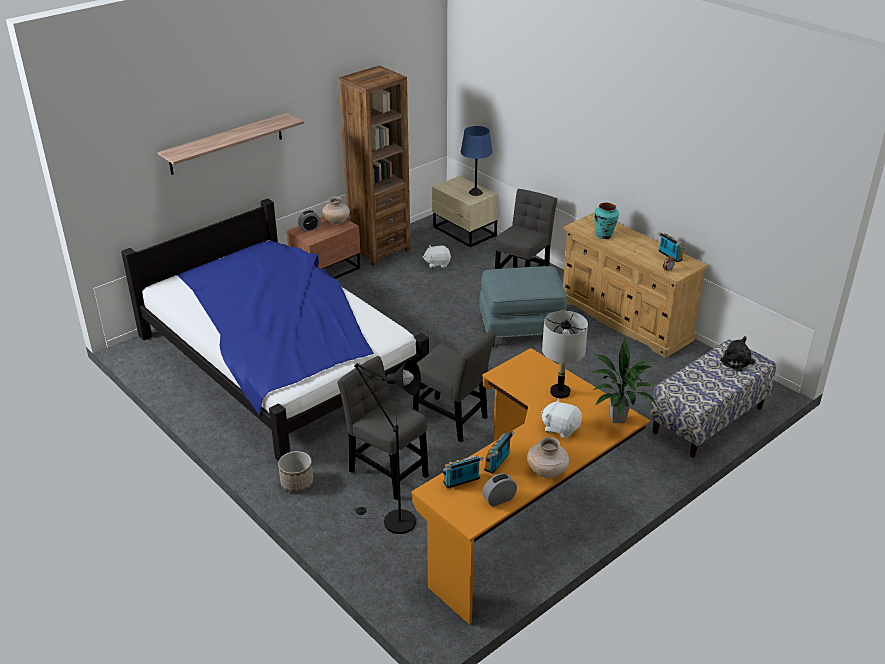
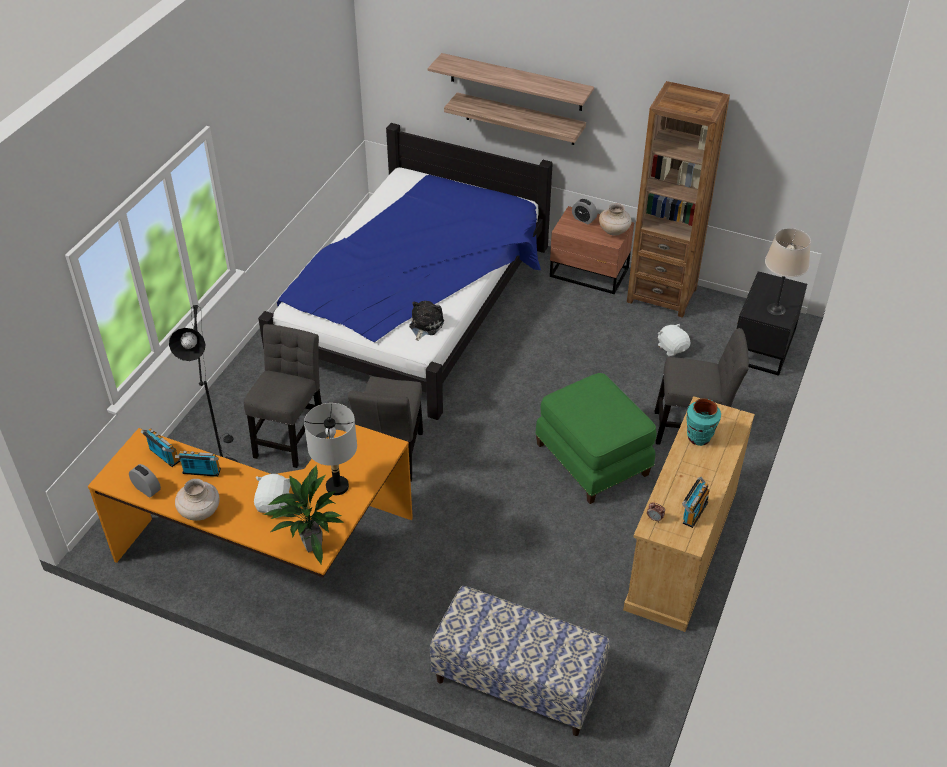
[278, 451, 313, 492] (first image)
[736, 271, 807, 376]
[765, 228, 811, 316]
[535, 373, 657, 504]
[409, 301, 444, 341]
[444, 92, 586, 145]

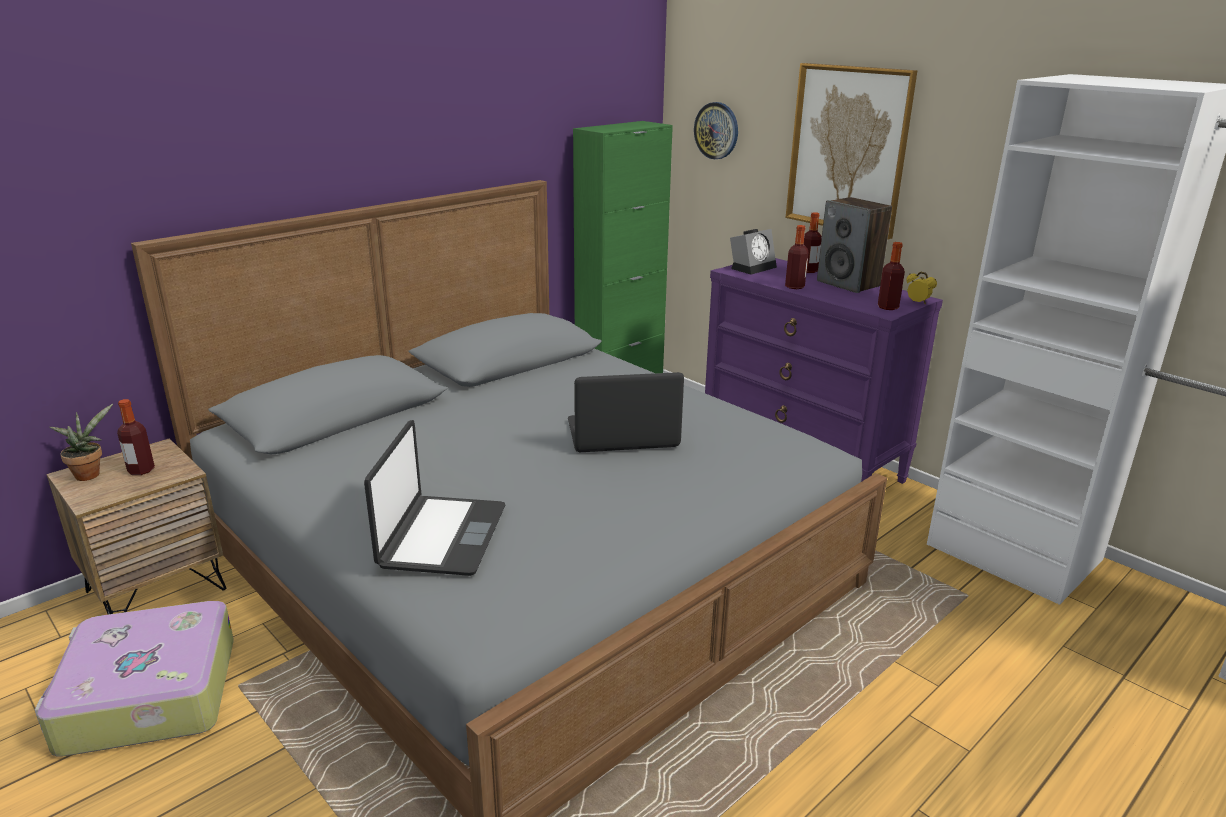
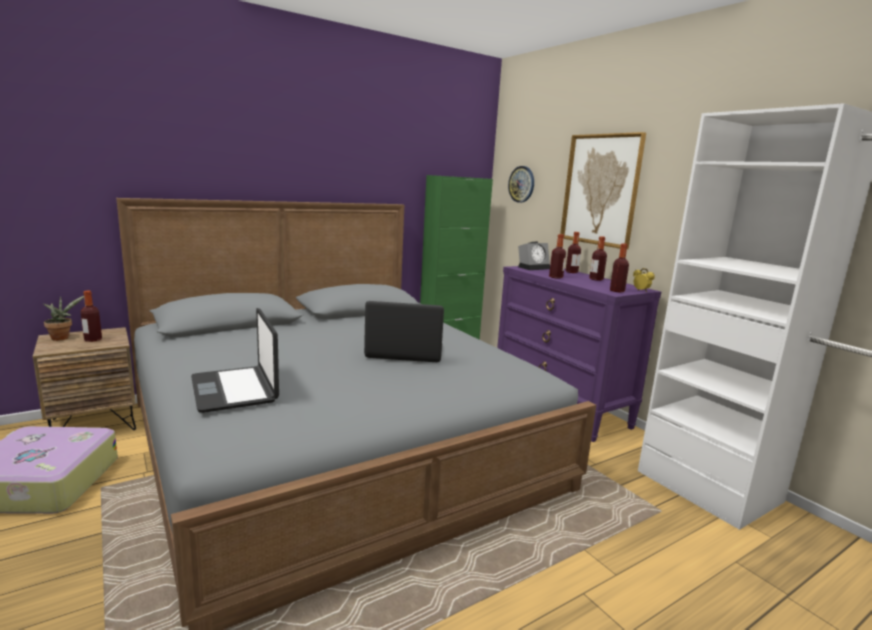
[191, 308, 279, 413]
[589, 236, 607, 281]

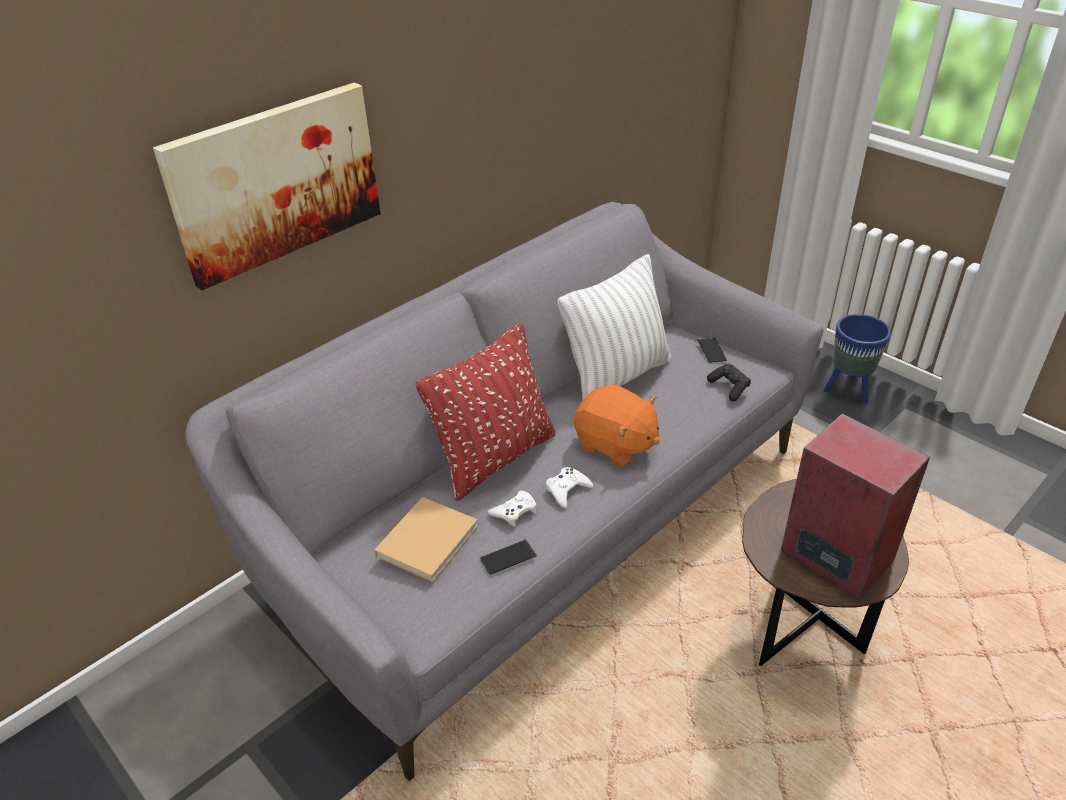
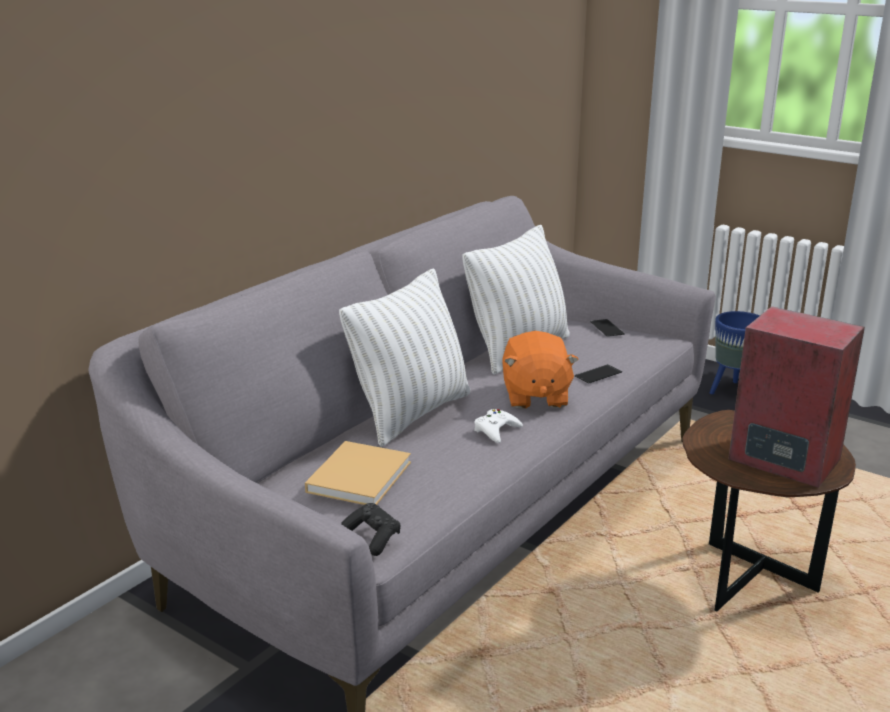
[153, 83, 381, 290] (first image)
[339, 268, 470, 447]
[574, 364, 622, 384]
[488, 491, 536, 526] (first image)
[502, 331, 579, 409]
[341, 503, 401, 556]

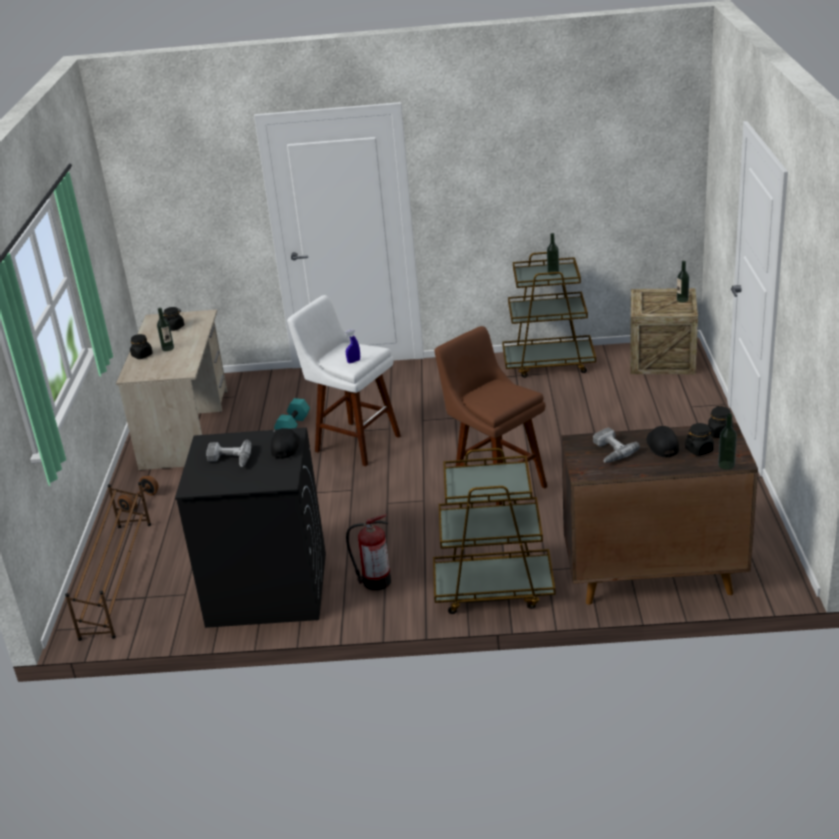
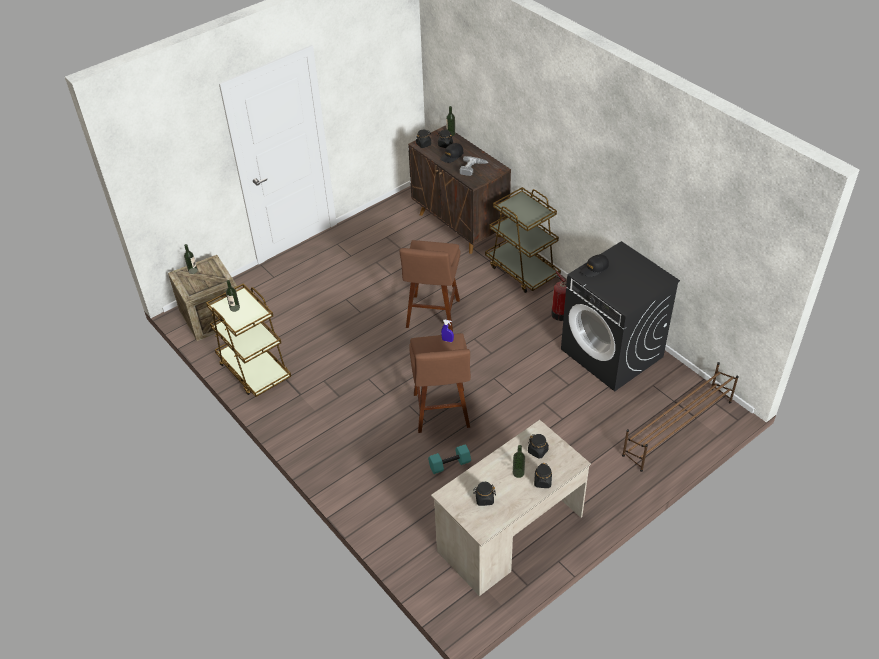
[118, 476, 159, 511] (first image)
[206, 440, 251, 467] (first image)
[409, 333, 471, 433]
[528, 434, 549, 459]

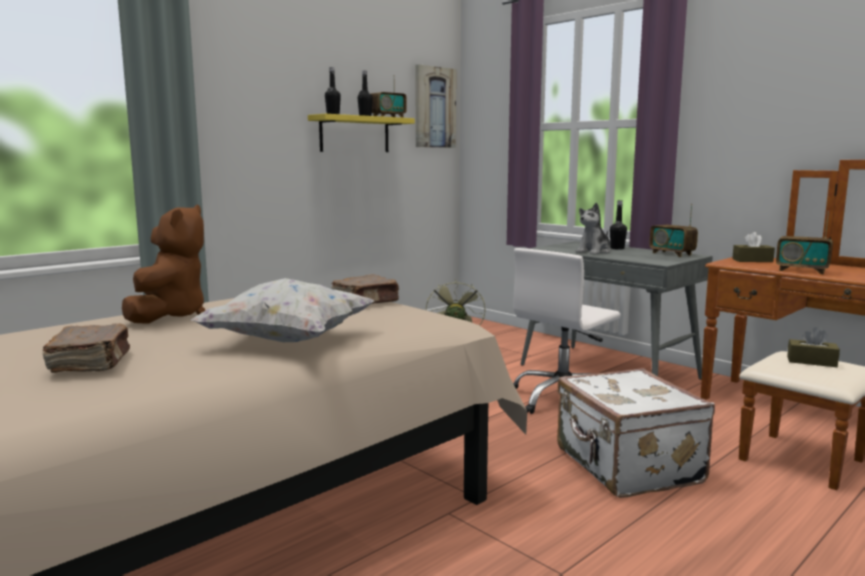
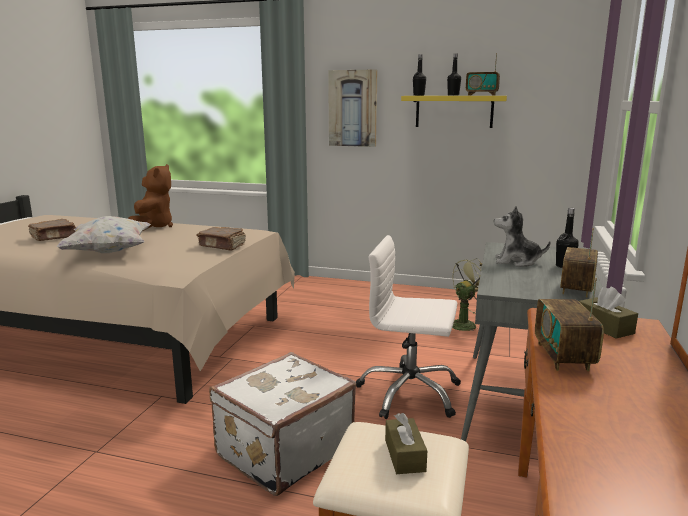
[128, 164, 173, 231]
[328, 69, 377, 147]

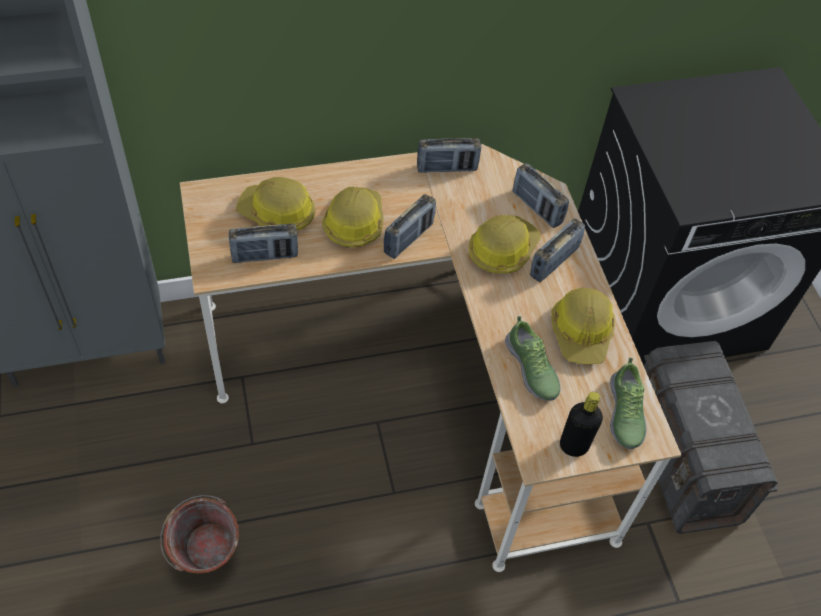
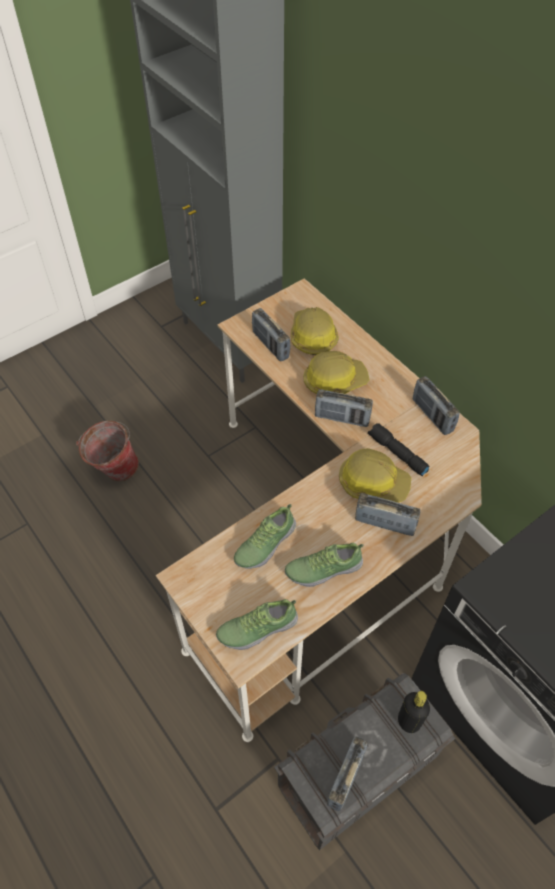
[327, 736, 367, 811]
[285, 543, 363, 587]
[398, 691, 430, 733]
[368, 423, 430, 476]

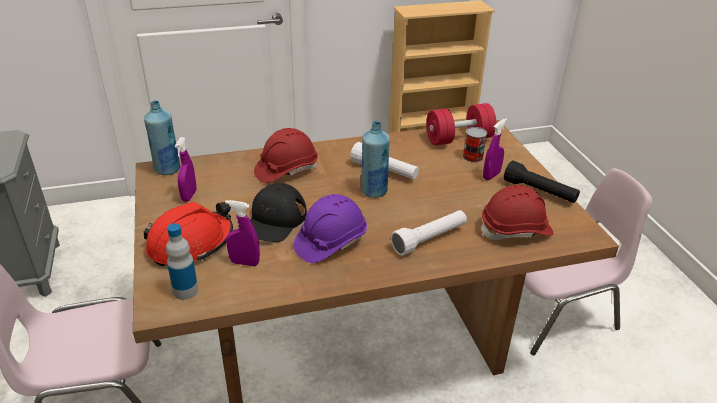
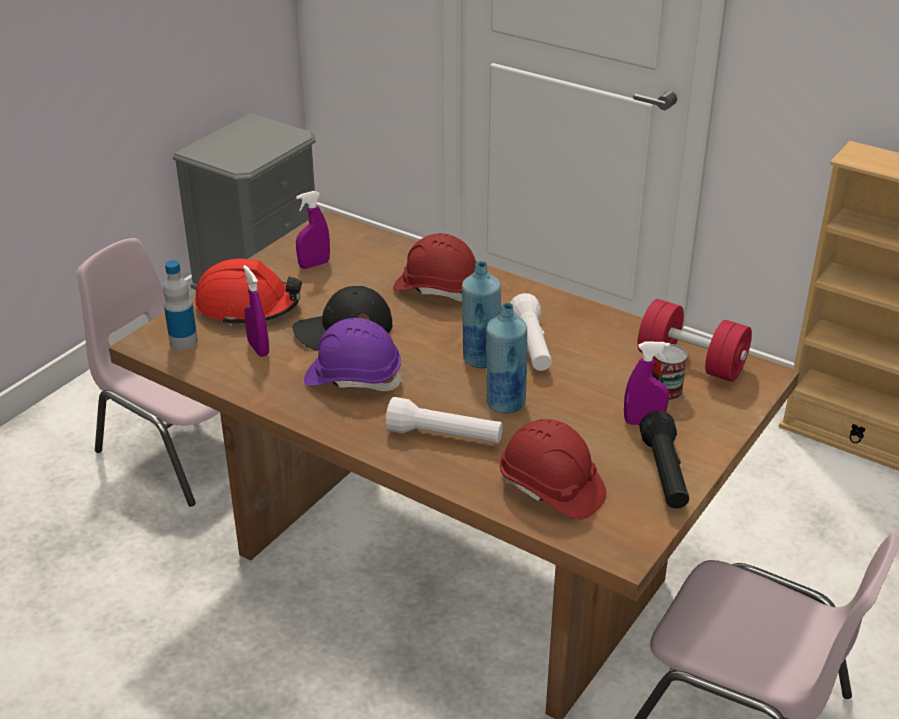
[486, 303, 527, 413]

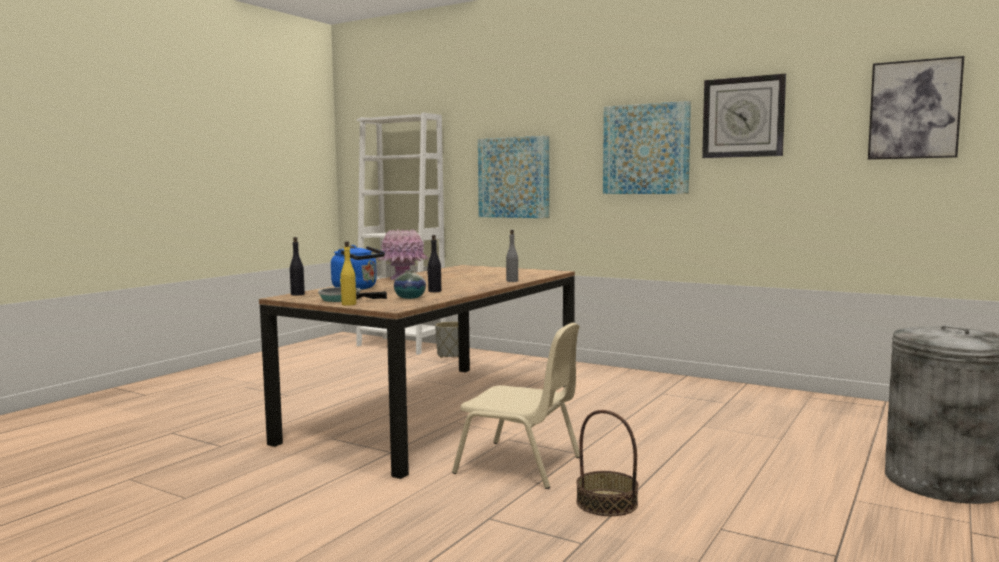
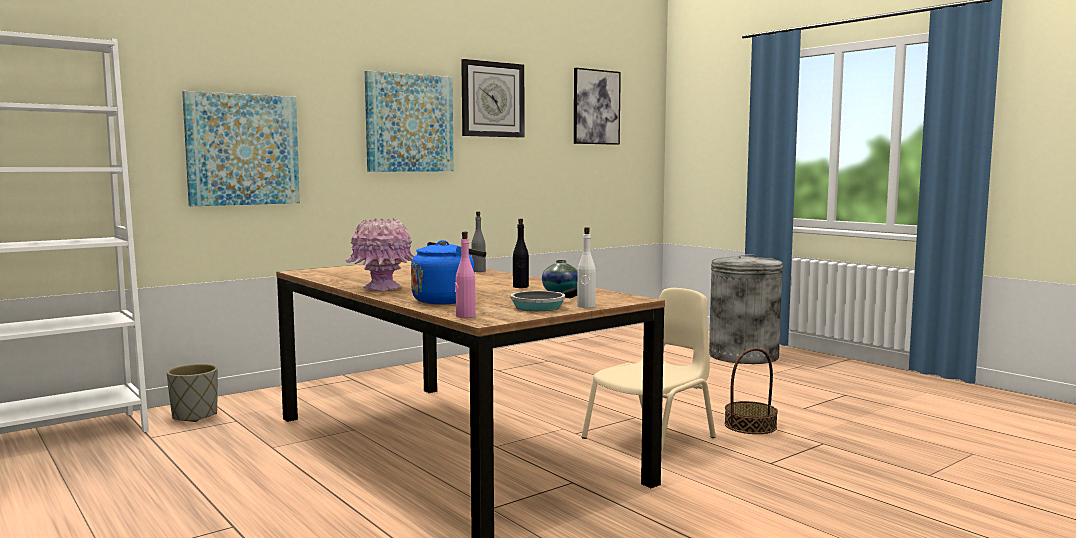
[455, 231, 476, 318]
[577, 227, 596, 308]

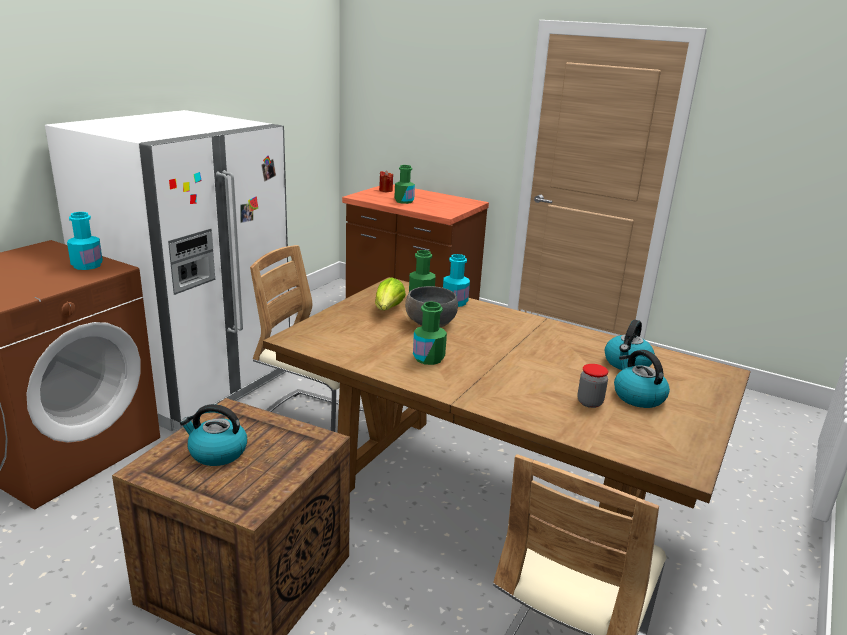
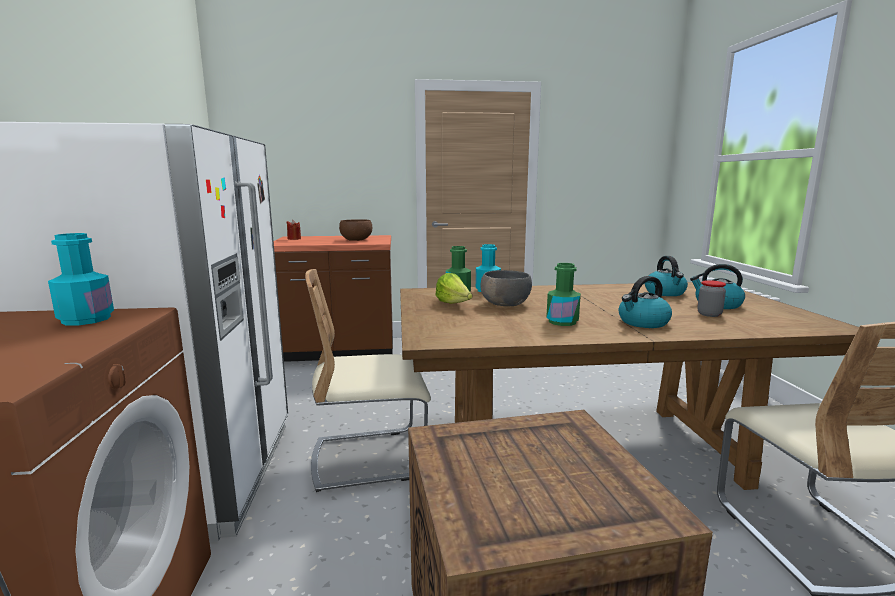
[618, 276, 672, 328]
[394, 165, 415, 204] (first image)
[339, 219, 372, 241]

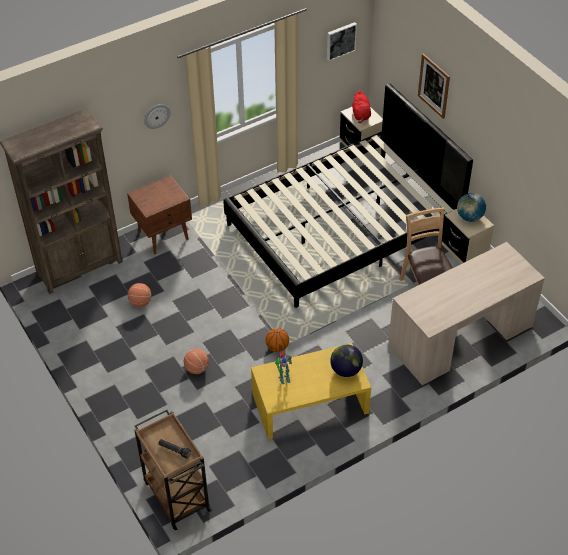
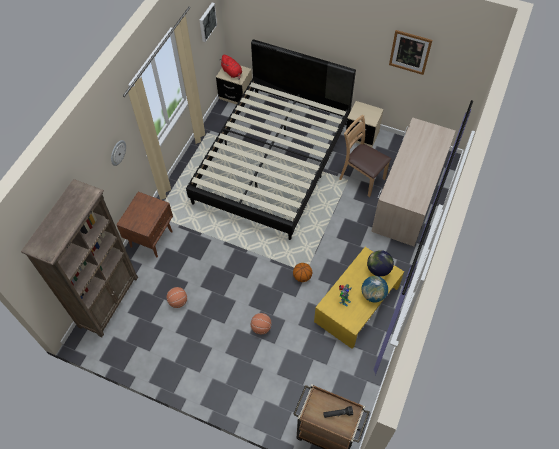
[389, 30, 432, 75]
[362, 276, 388, 303]

